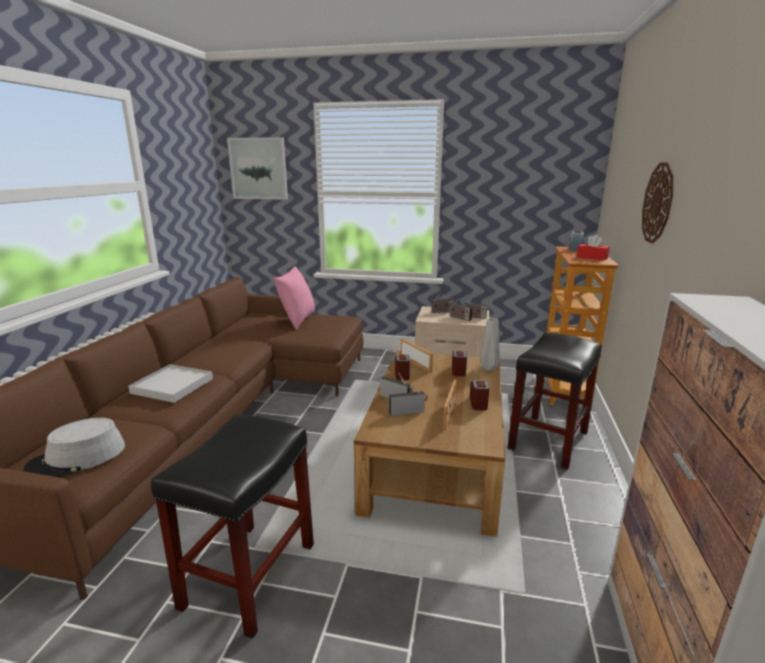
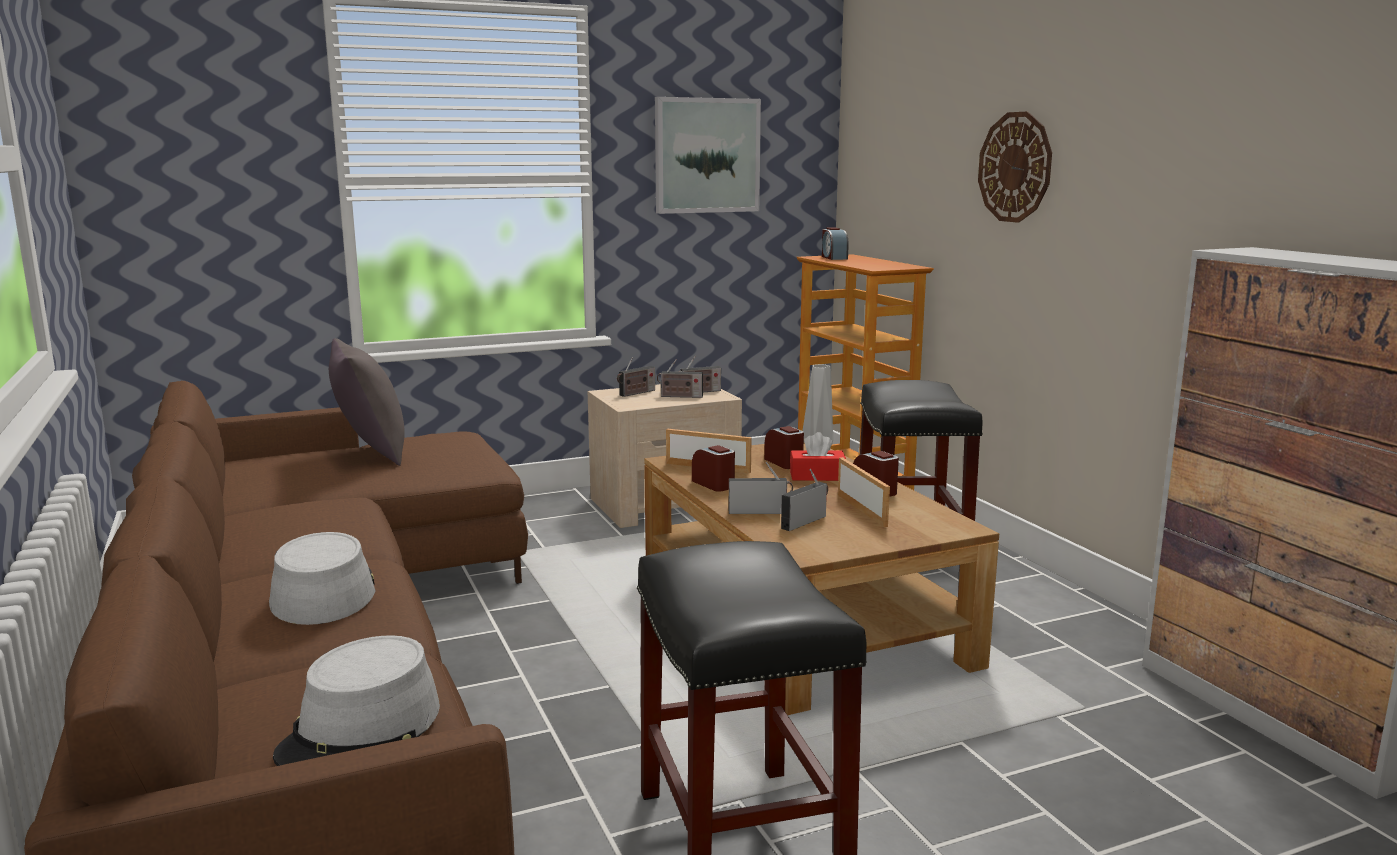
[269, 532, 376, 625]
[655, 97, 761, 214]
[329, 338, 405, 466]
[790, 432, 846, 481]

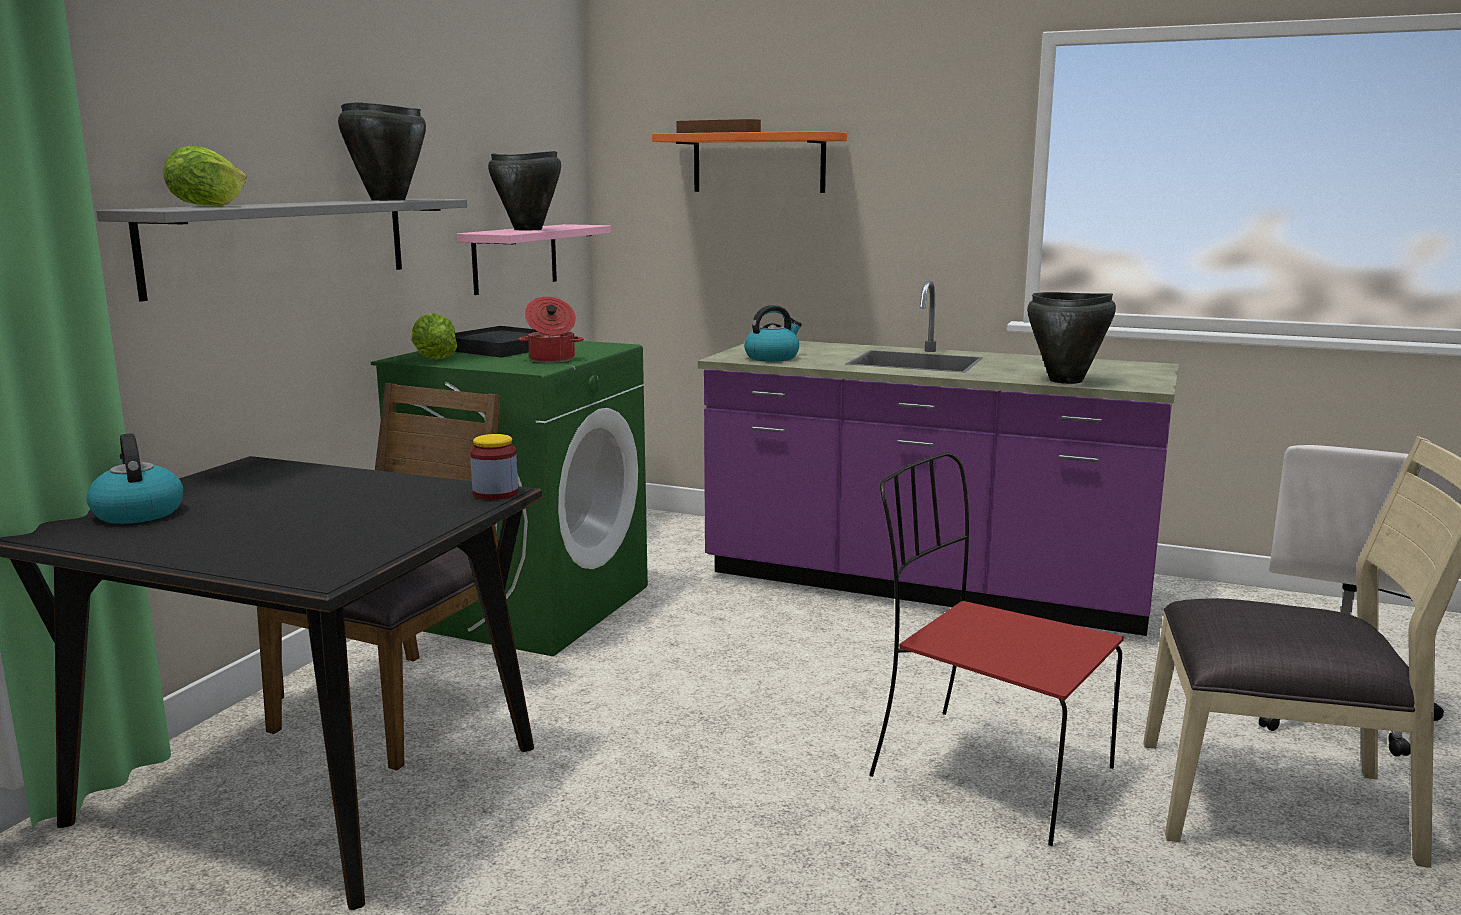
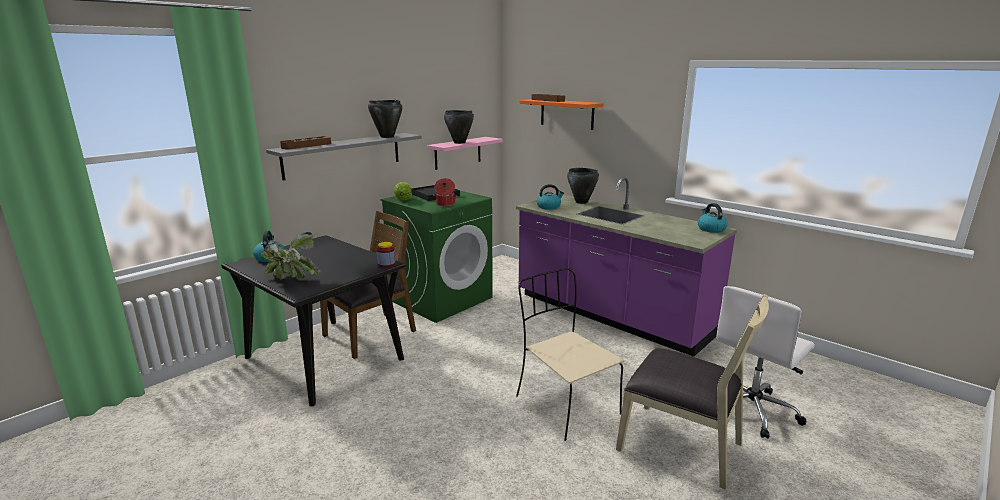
[280, 136, 331, 149]
[516, 268, 624, 441]
[567, 168, 599, 204]
[260, 232, 321, 280]
[698, 203, 728, 233]

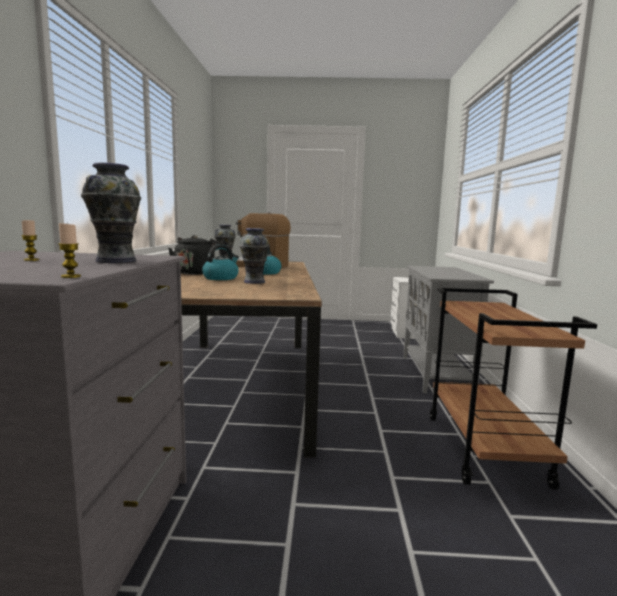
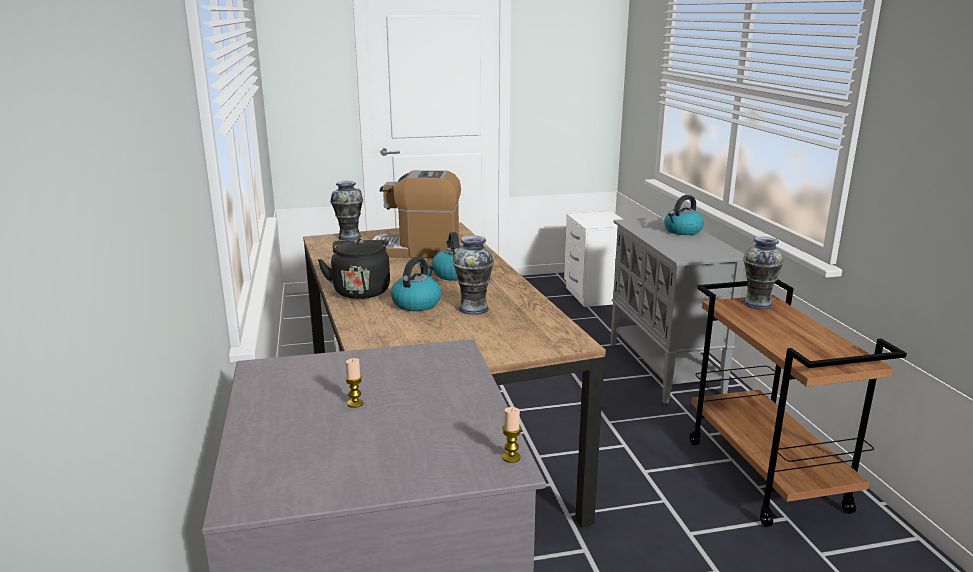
[743, 236, 784, 309]
[664, 195, 704, 235]

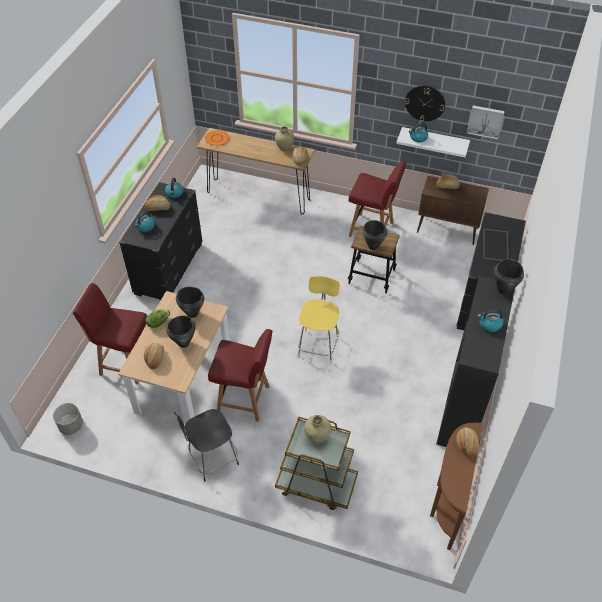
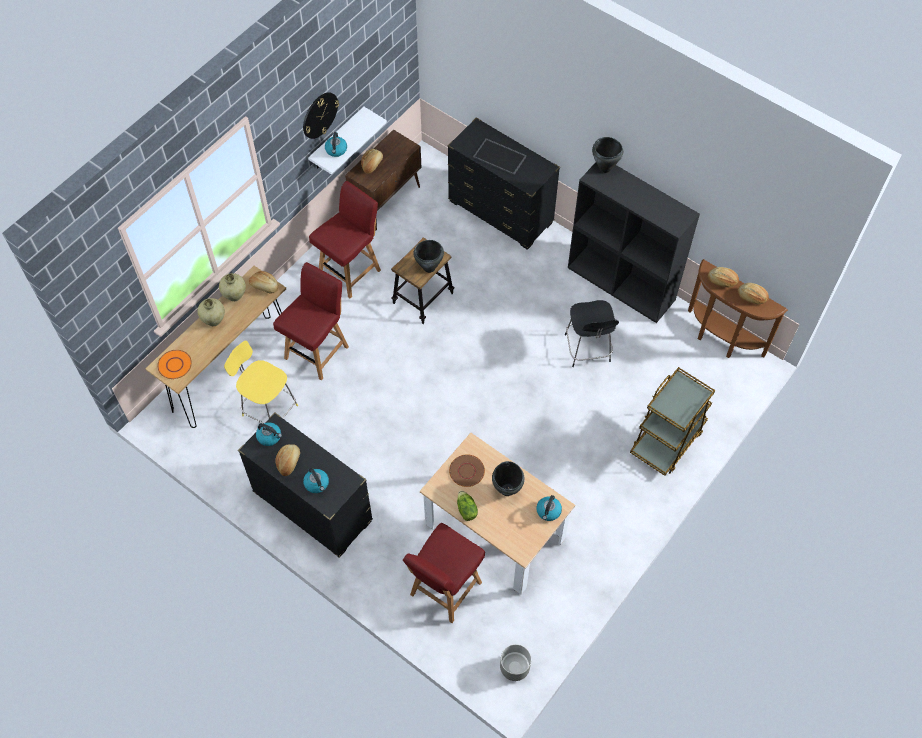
[738, 283, 769, 304]
[565, 300, 619, 367]
[449, 455, 485, 487]
[273, 262, 349, 381]
[224, 341, 298, 424]
[197, 298, 225, 326]
[467, 105, 505, 139] (first image)
[536, 495, 562, 521]

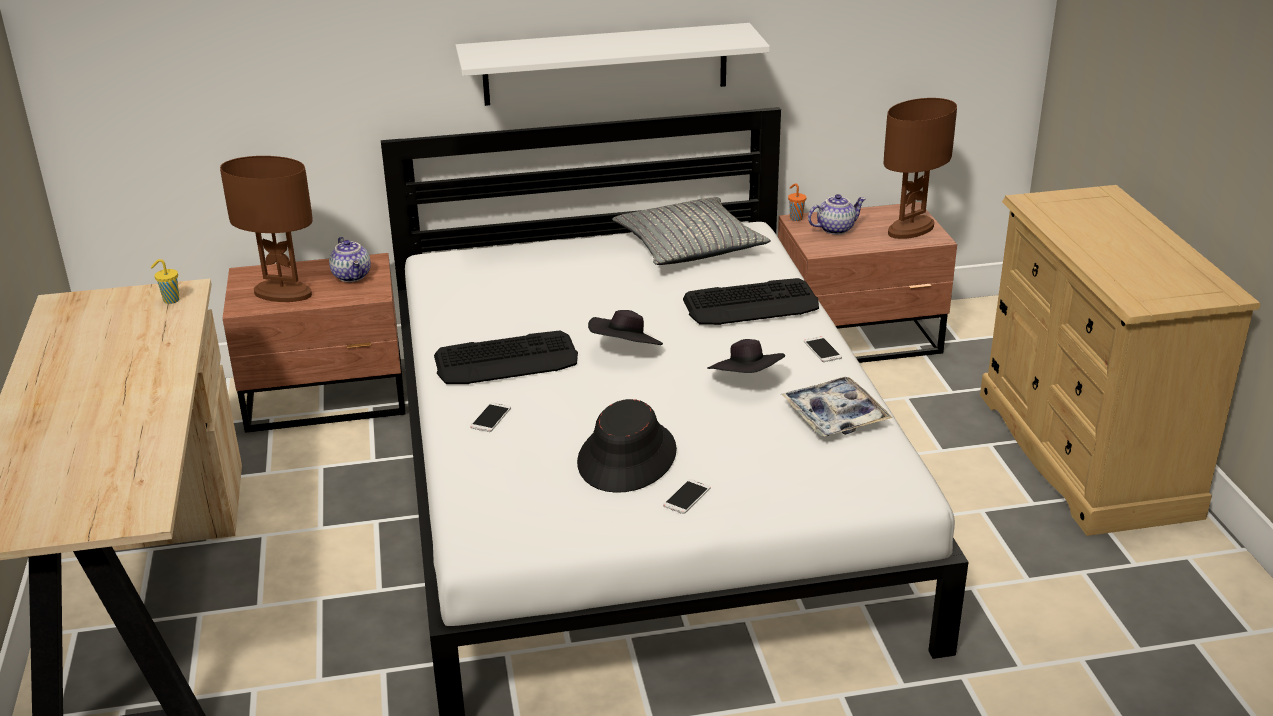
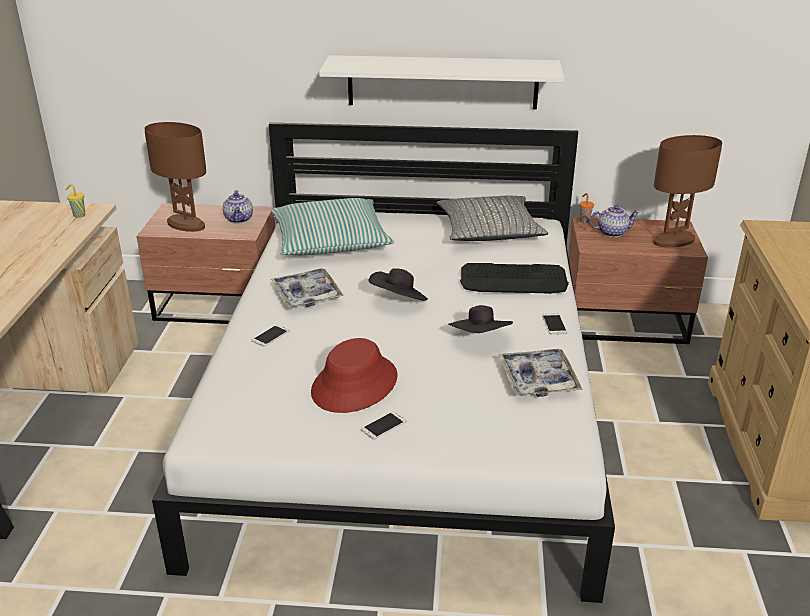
[271, 268, 344, 308]
[311, 338, 398, 413]
[271, 198, 394, 255]

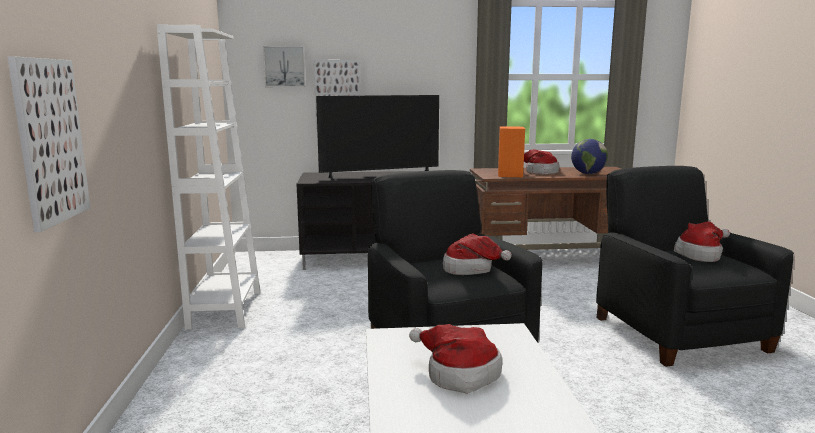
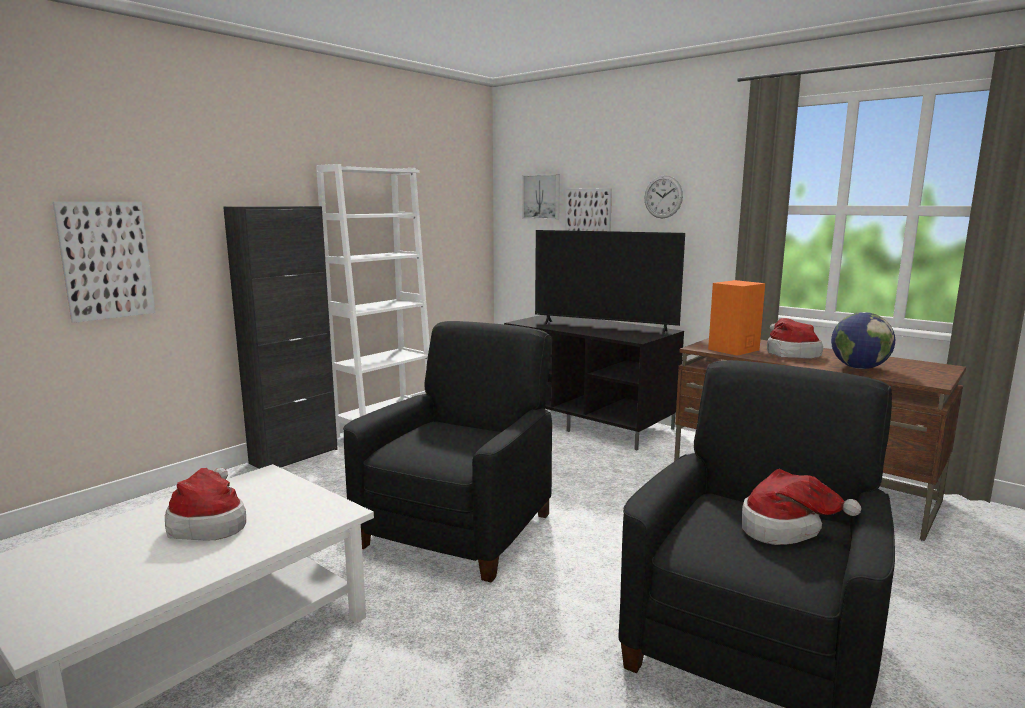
[443, 233, 512, 275] (first image)
[223, 206, 338, 469]
[644, 175, 683, 218]

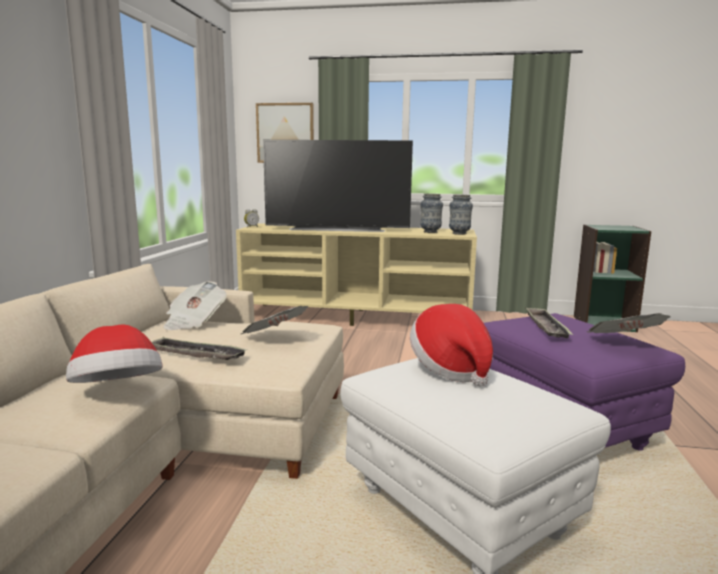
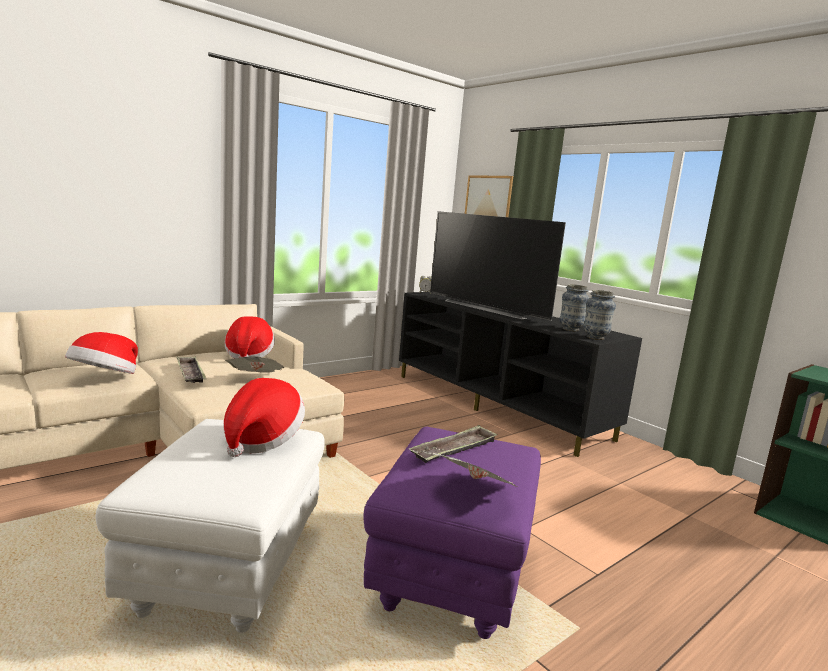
[225, 316, 275, 358]
[399, 292, 642, 457]

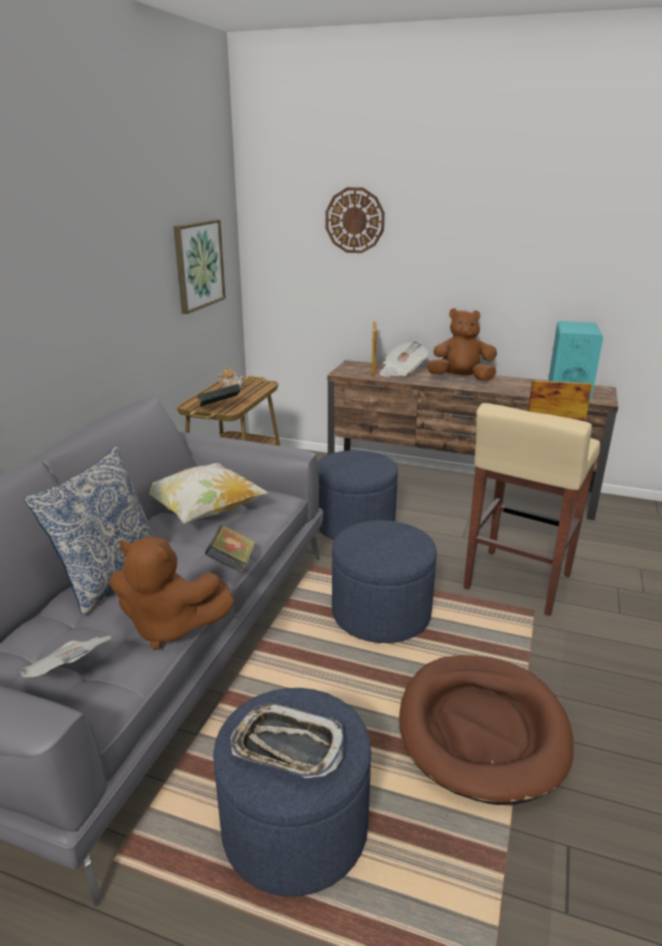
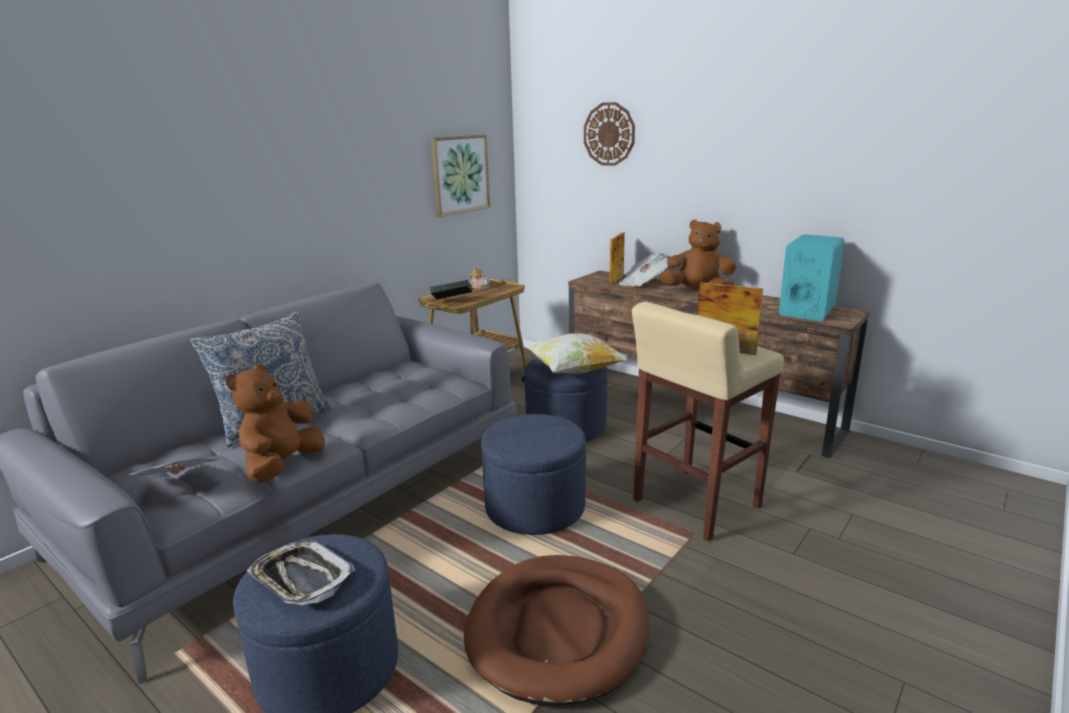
[226, 364, 325, 483]
[525, 333, 628, 374]
[205, 525, 256, 573] (first image)

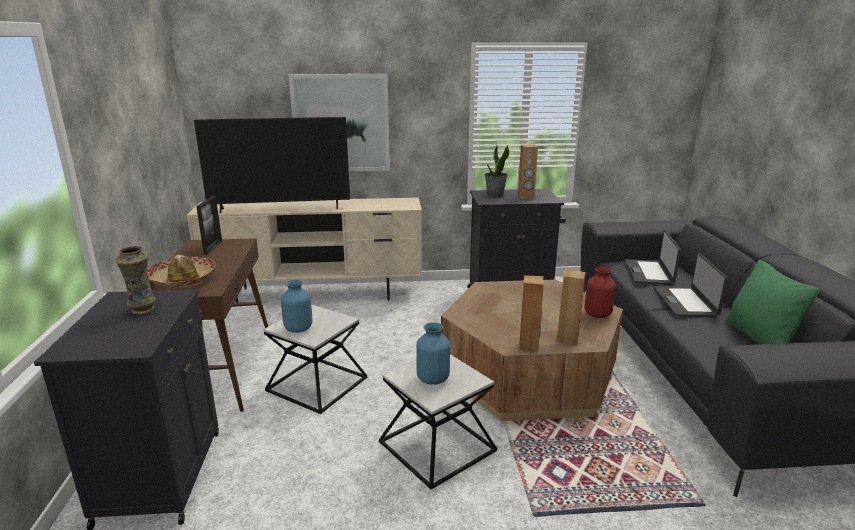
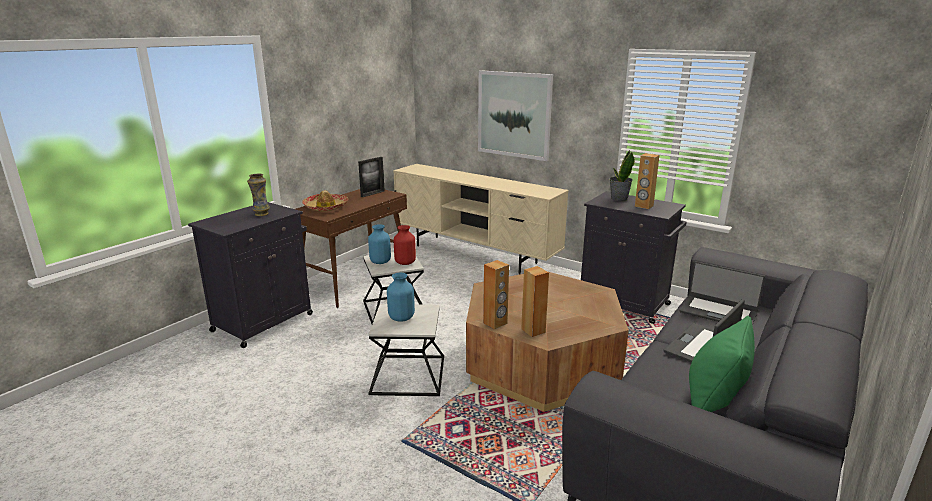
[194, 117, 350, 213] (first image)
[394, 225, 416, 265]
[679, 262, 765, 325]

